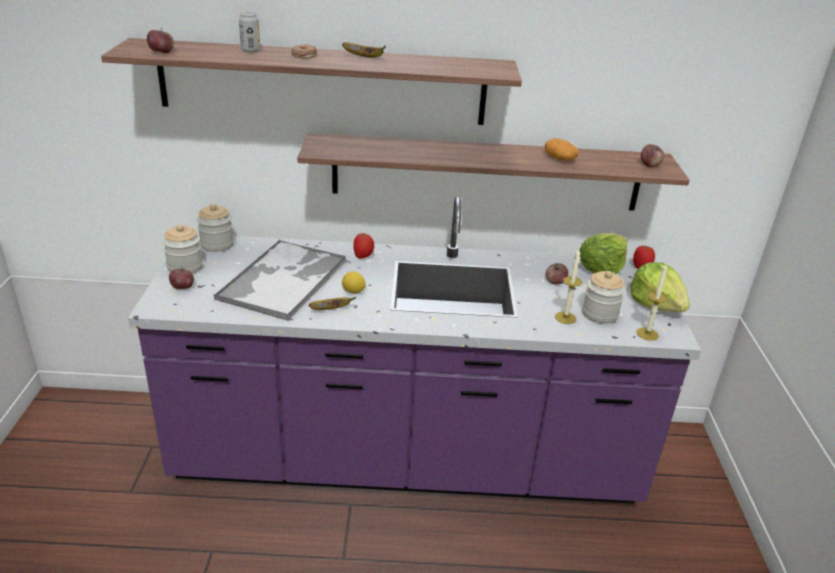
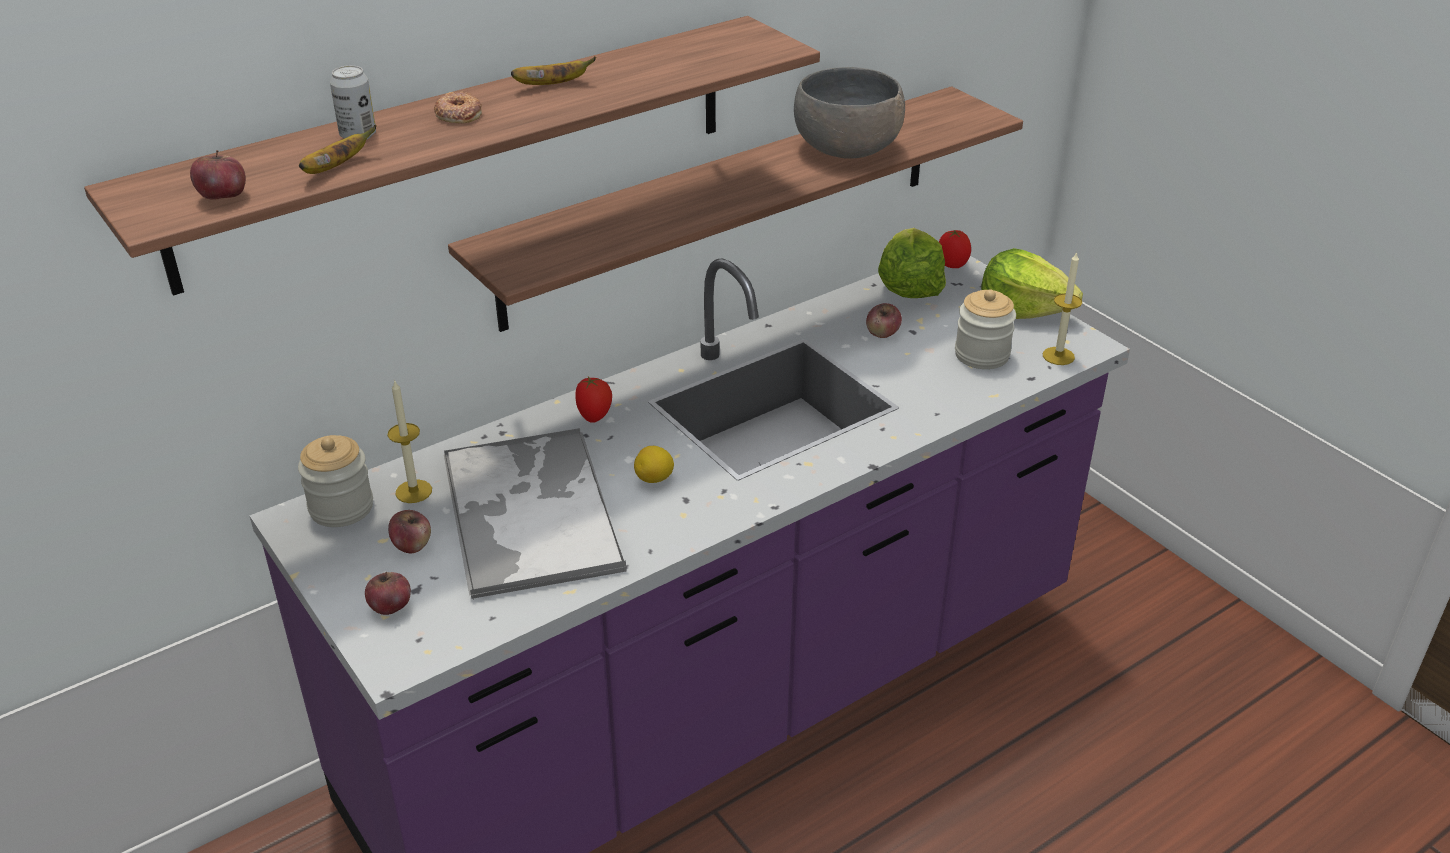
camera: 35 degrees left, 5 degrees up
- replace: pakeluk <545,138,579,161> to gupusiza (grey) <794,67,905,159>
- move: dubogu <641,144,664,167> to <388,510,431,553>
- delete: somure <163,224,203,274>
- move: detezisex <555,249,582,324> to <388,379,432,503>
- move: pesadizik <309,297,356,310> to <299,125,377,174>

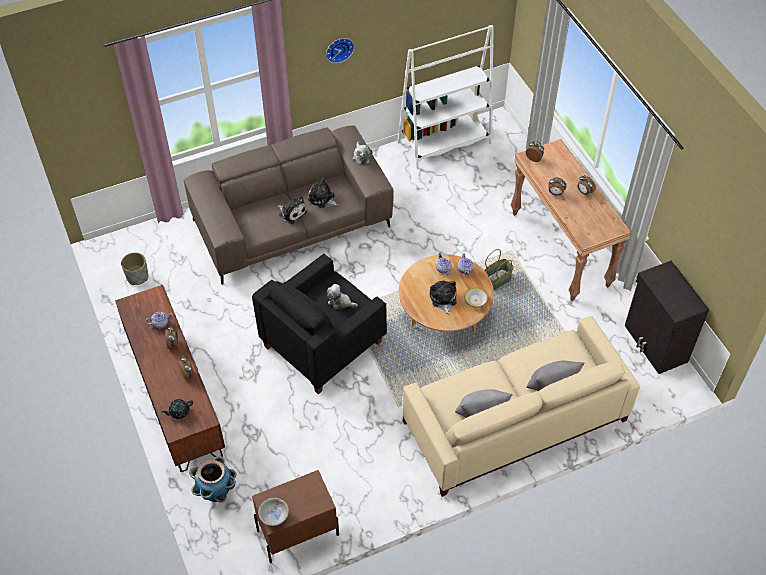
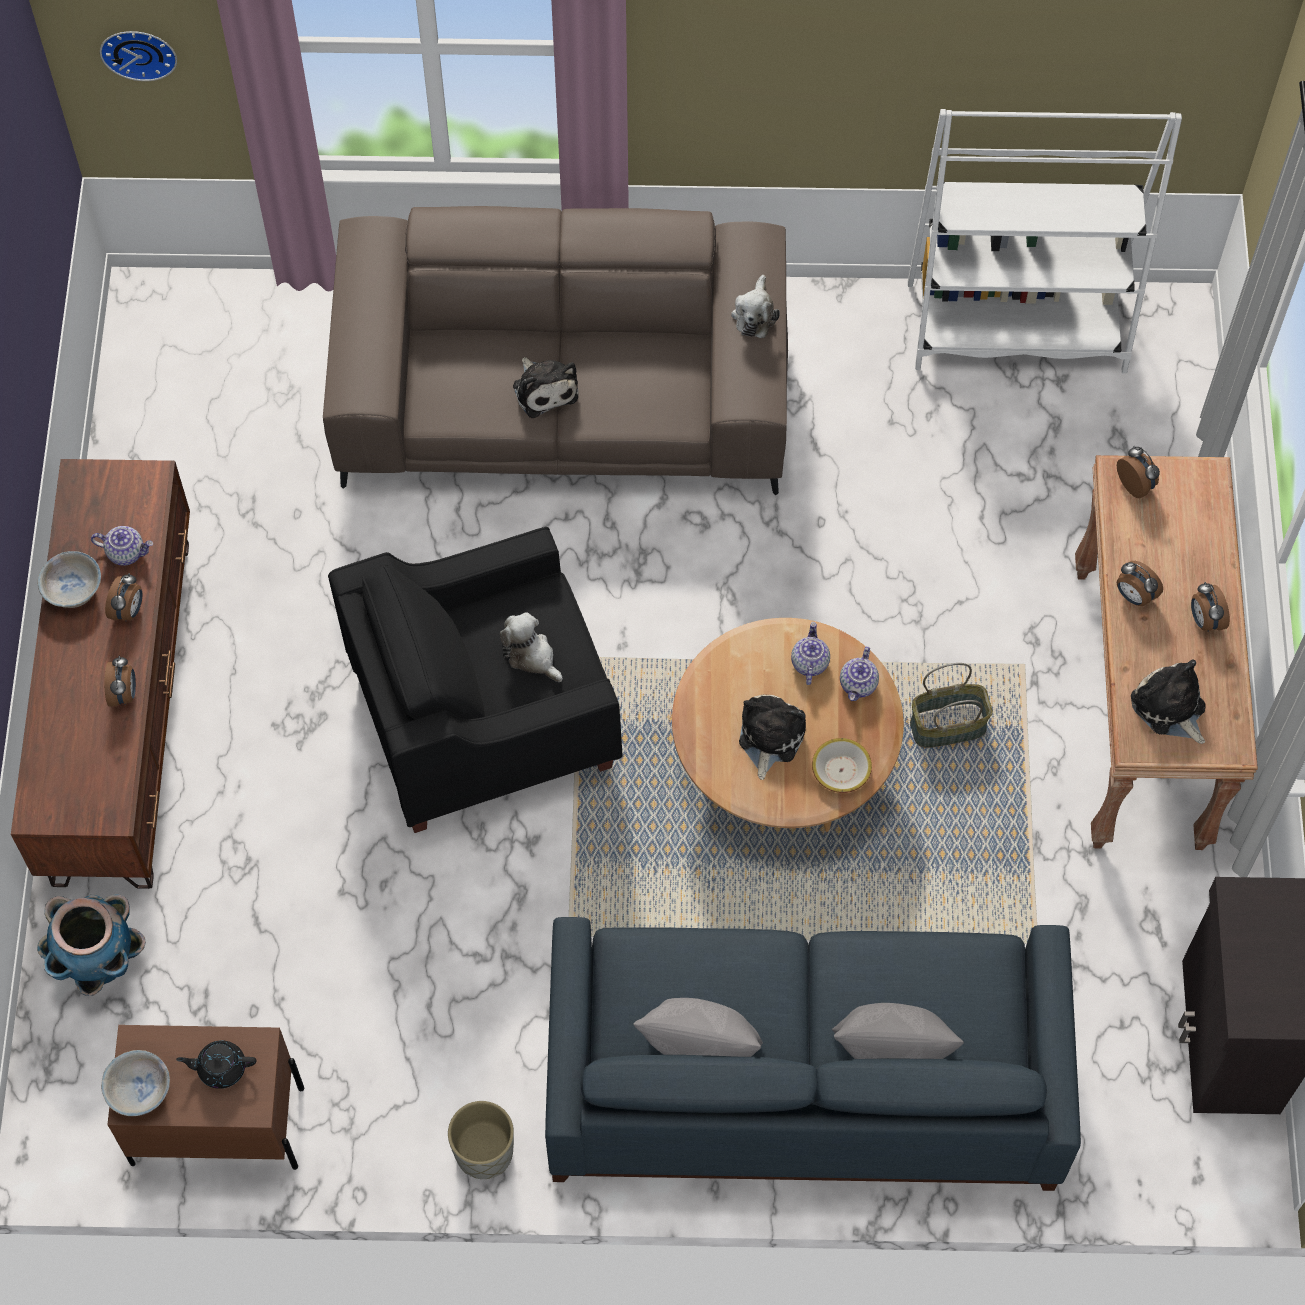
camera: 25 degrees right, 10 degrees up
- move: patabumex <326,38,354,63> to <100,31,177,81>
- move: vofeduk <308,177,339,208> to <1131,659,1206,744>
- move: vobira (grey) <121,252,148,285> to <448,1101,514,1179>
- recolor: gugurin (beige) <402,316,640,497> to gugurin (blue) <545,917,1081,1191>
- move: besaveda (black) <161,399,193,419> to <176,1040,256,1089>
- insert: gupusiza (white) <38,551,101,608>

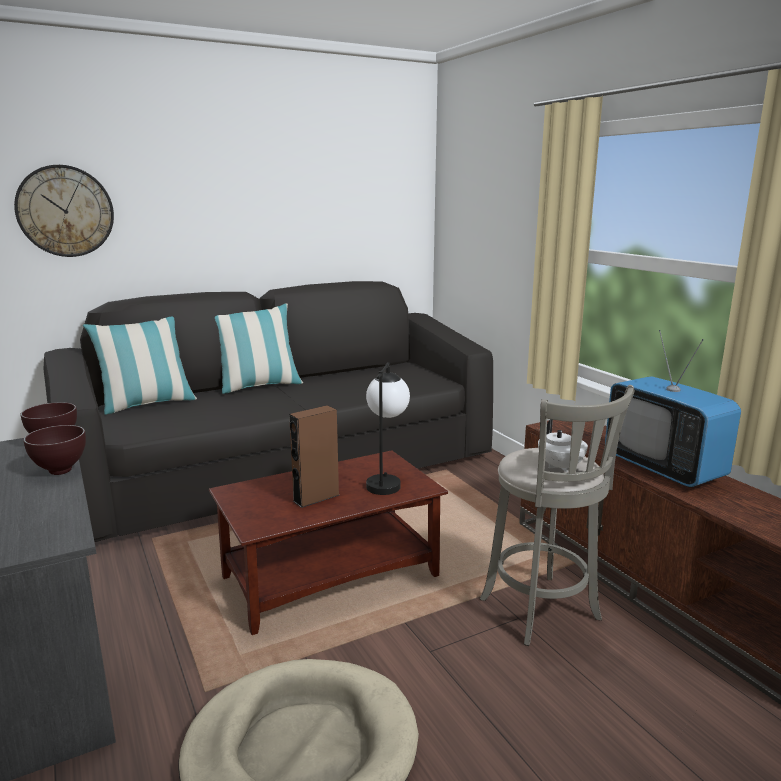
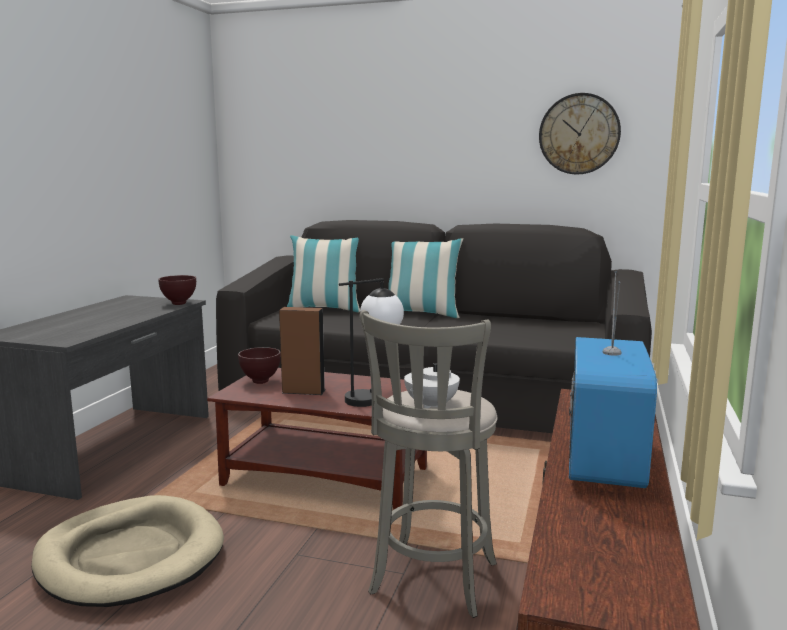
camera: 45 degrees right, 5 degrees down
- move: patabumex <14,165,114,257> to <539,93,621,175>
- move: gupusiza (brown) <23,425,86,475> to <238,347,281,384>

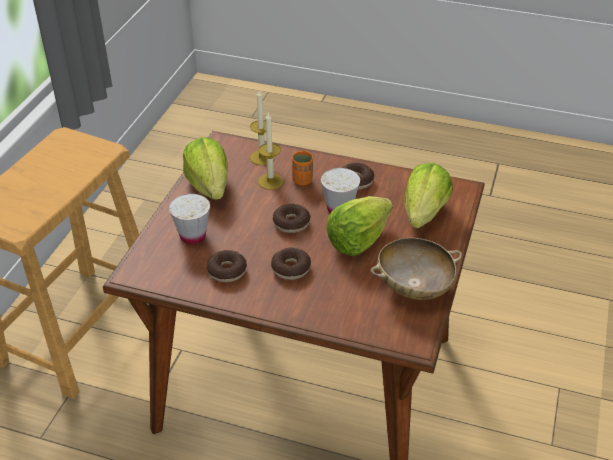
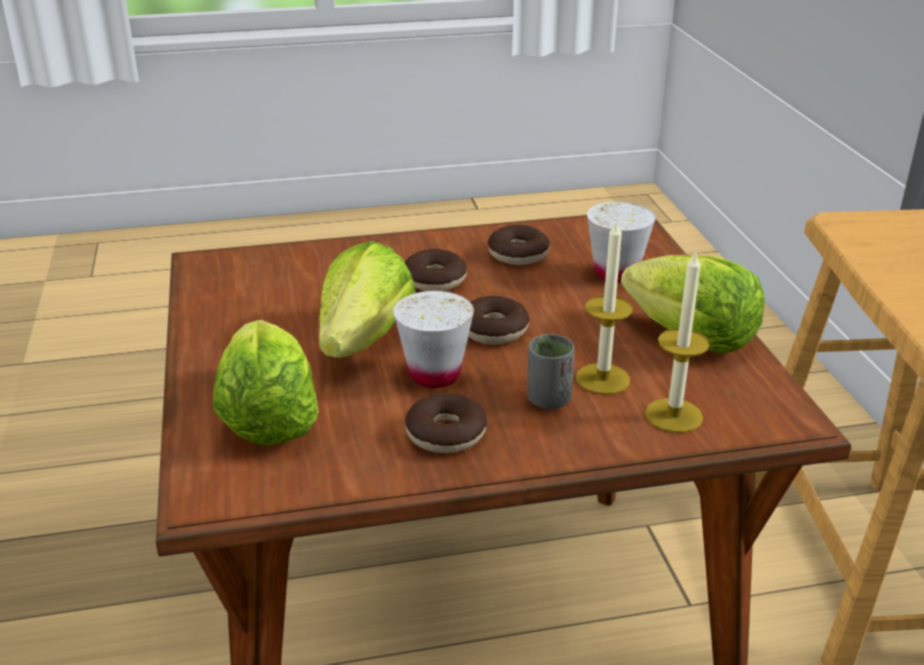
camera: 150 degrees right, 10 degrees down
- recolor: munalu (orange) <292,151,313,185> to munalu (grey) <527,334,574,409>
- delete: gupusiza (beige) <370,238,462,300>

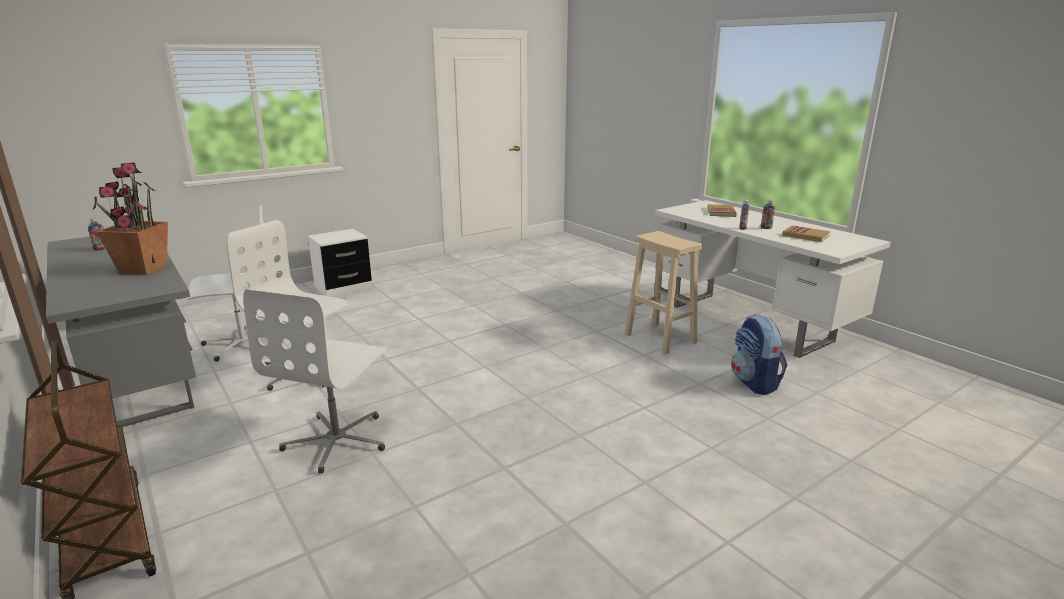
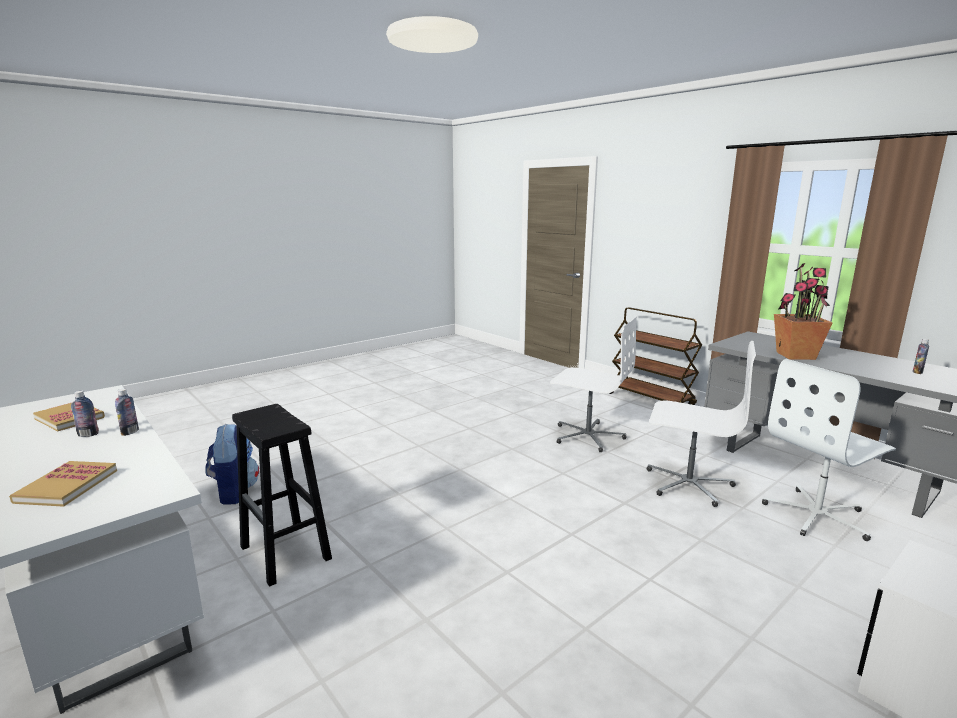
camera: 175 degrees right, 5 degrees down
- recolor: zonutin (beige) <625,231,703,355> to zonutin (black) <232,404,332,587>
- rotate: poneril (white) <243,289,387,473> = <550,316,637,452> 105 degrees clockwise

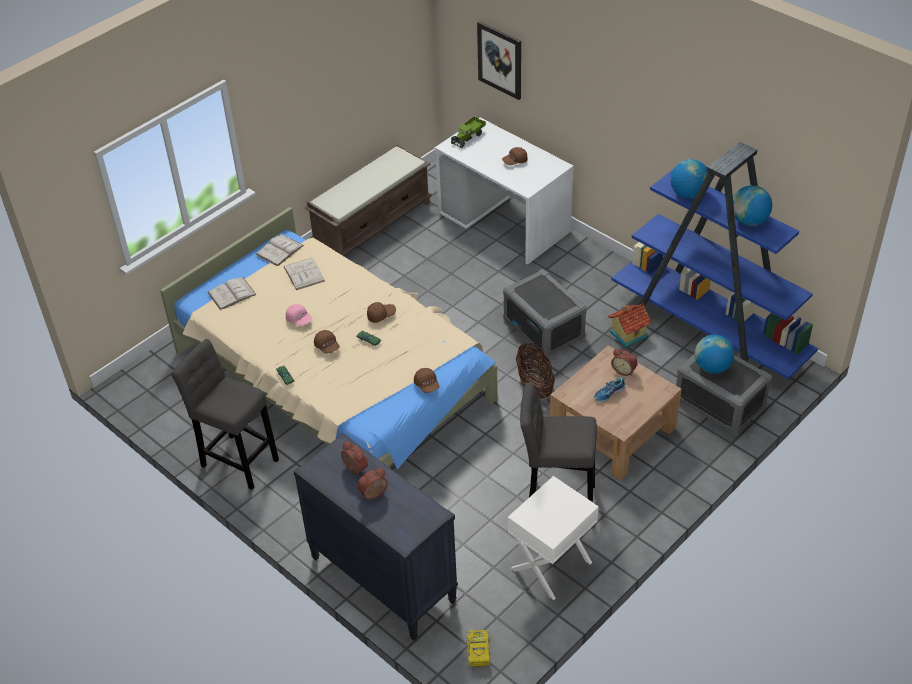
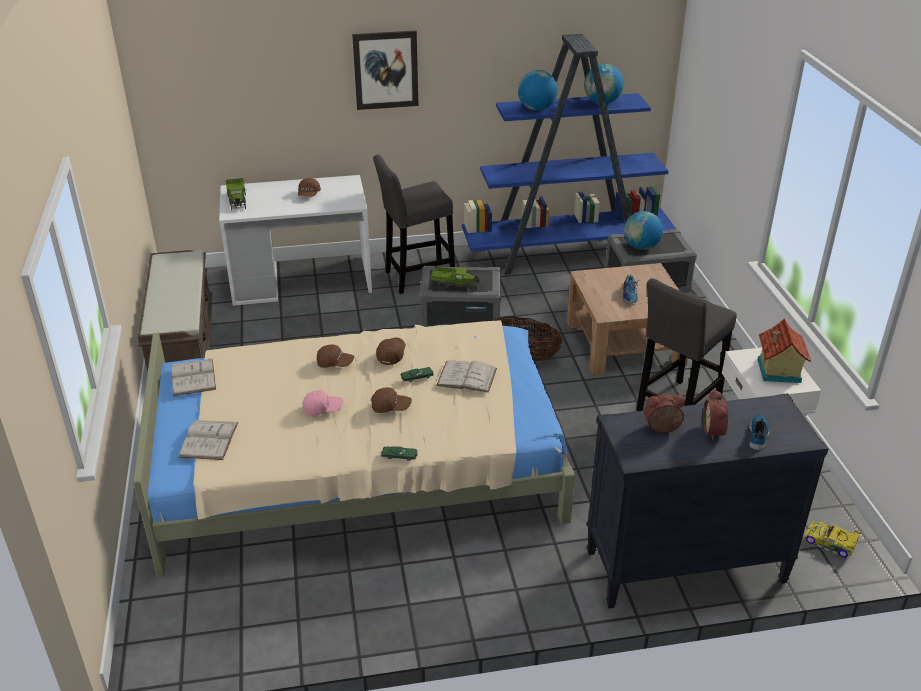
camera: 55 degrees left, 10 degrees down
- move: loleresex <477,21,521,100> to <352,31,419,110>
- move: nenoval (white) <284,258,325,290> to <436,361,497,393>
- move: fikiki <608,303,652,347> to <758,318,811,383>
- move: zonutin (grey) <171,339,279,490> to <373,155,455,294>
- delete: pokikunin <611,349,638,376>
- move: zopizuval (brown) <414,368,440,393> to <317,344,354,368>
- insert: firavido <431,267,480,292>
- insert: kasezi <750,414,770,450>

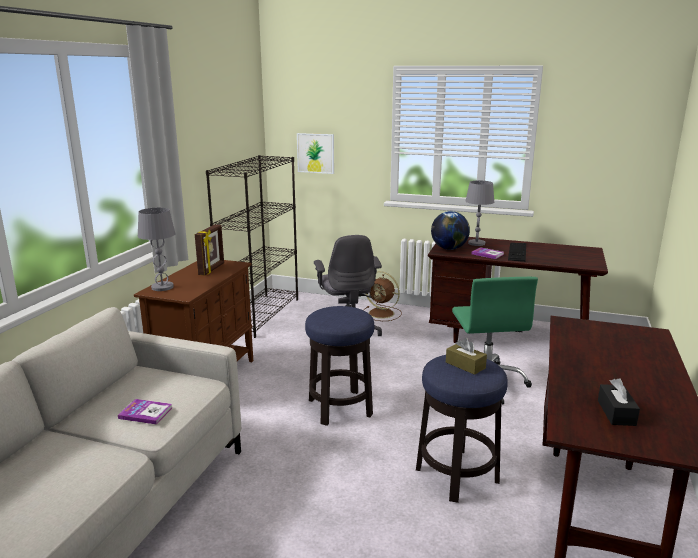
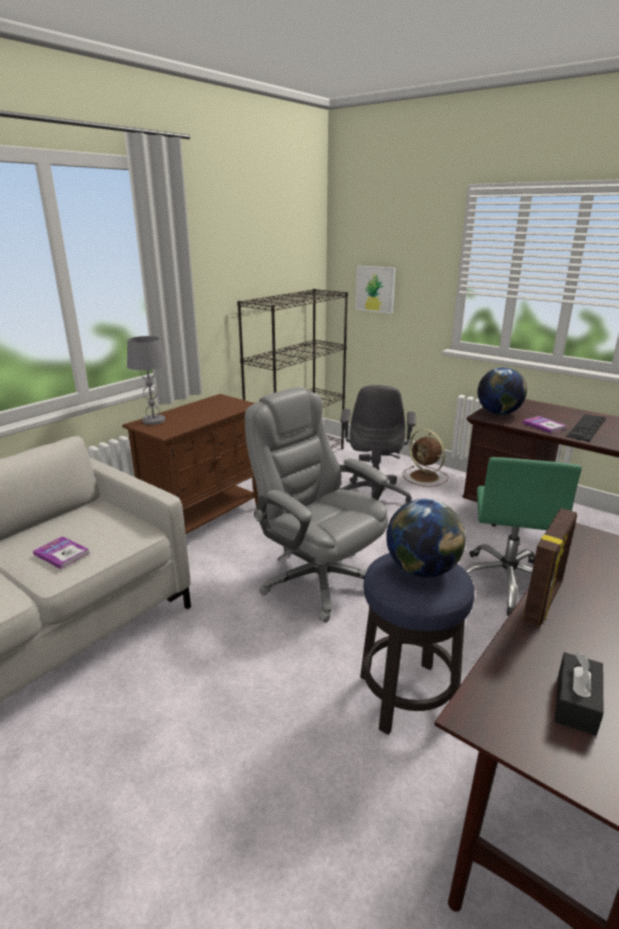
camera: 20 degrees right, 5 degrees up
- delete: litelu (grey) <466,180,494,246>
- move: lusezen <195,224,224,275> to <522,508,577,627>
- replace: zonutin <305,306,374,426> to poneril (grey) <245,387,388,623>
- replace: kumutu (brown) <446,338,487,375> to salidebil <386,499,466,577>

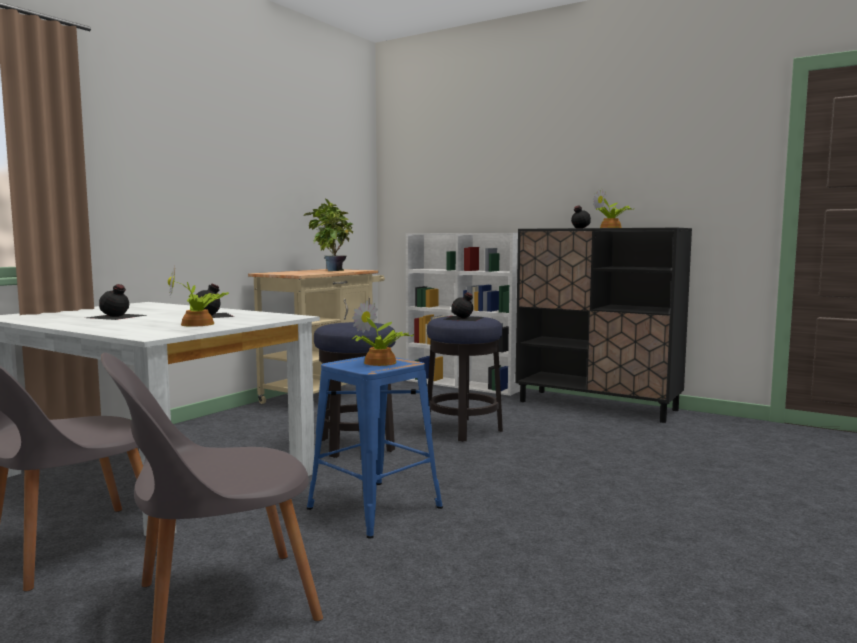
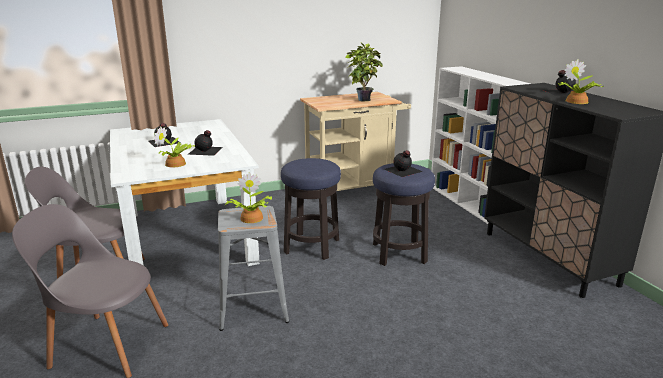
camera: 35 degrees right, 15 degrees up
- recolor: zonutin (blue) <307,356,443,539> to zonutin (grey) <218,206,289,331>

